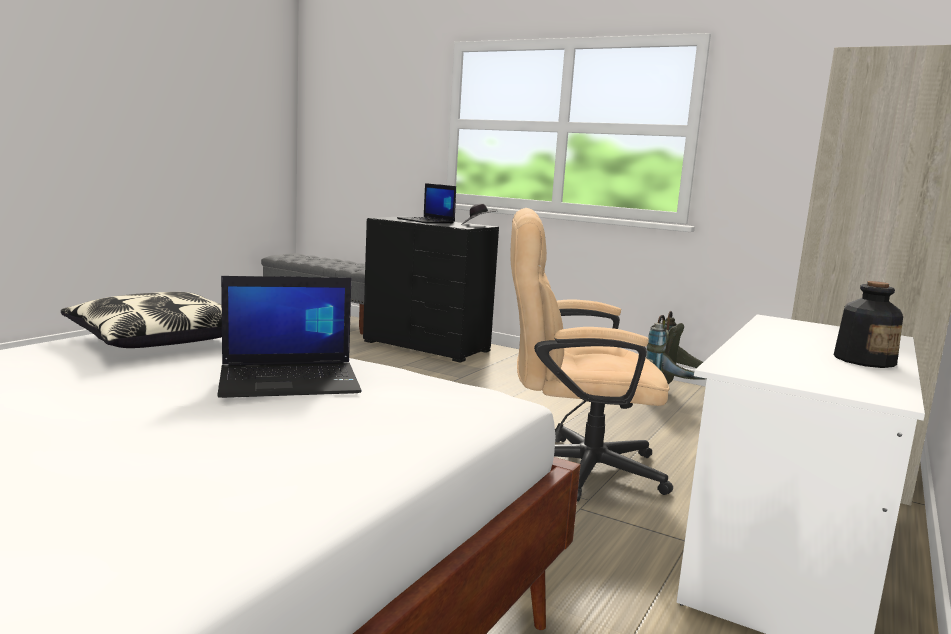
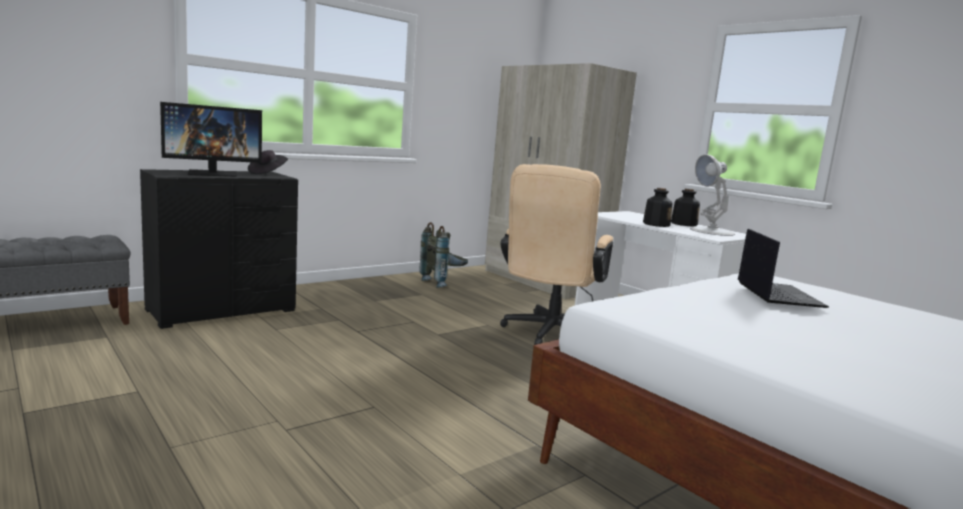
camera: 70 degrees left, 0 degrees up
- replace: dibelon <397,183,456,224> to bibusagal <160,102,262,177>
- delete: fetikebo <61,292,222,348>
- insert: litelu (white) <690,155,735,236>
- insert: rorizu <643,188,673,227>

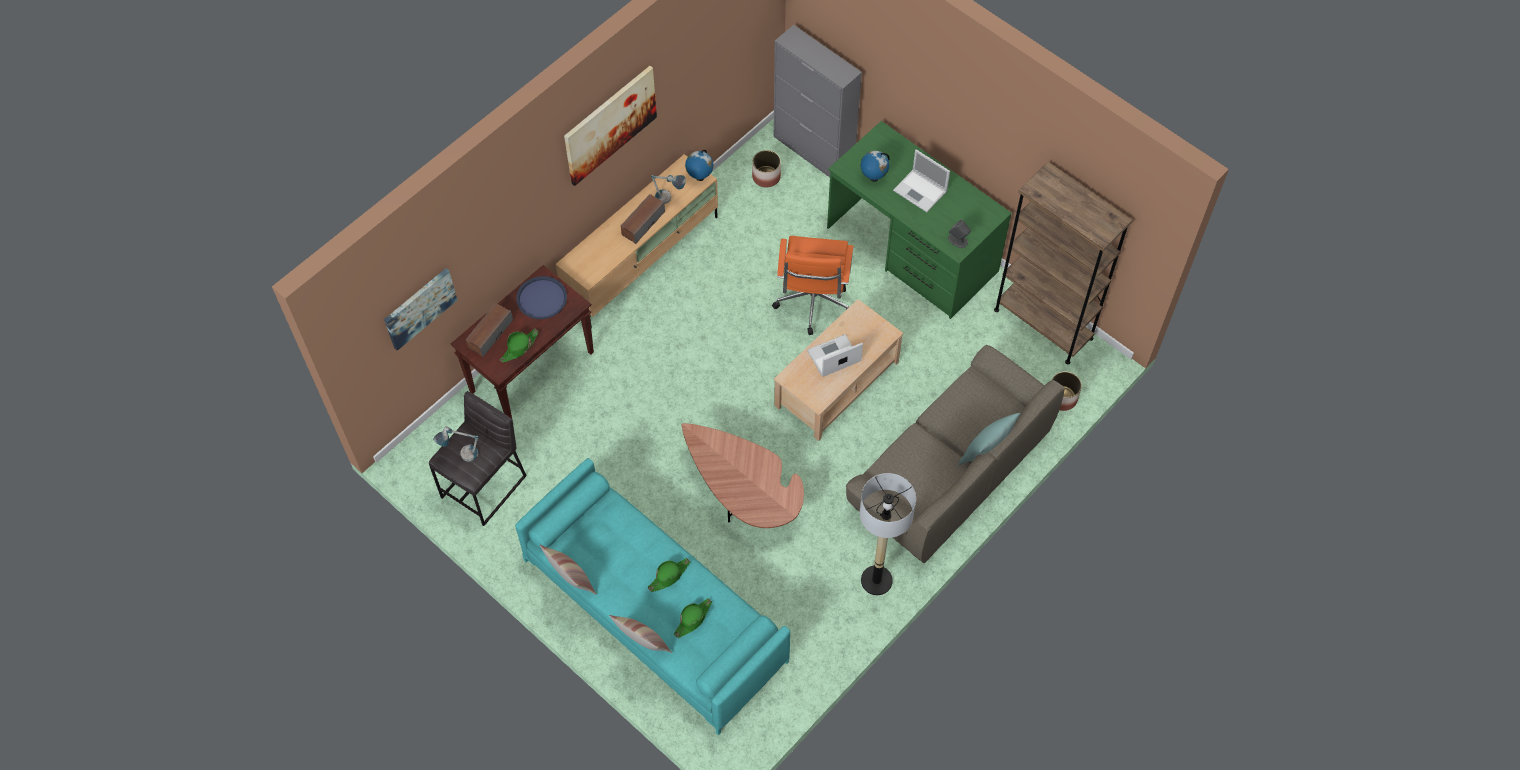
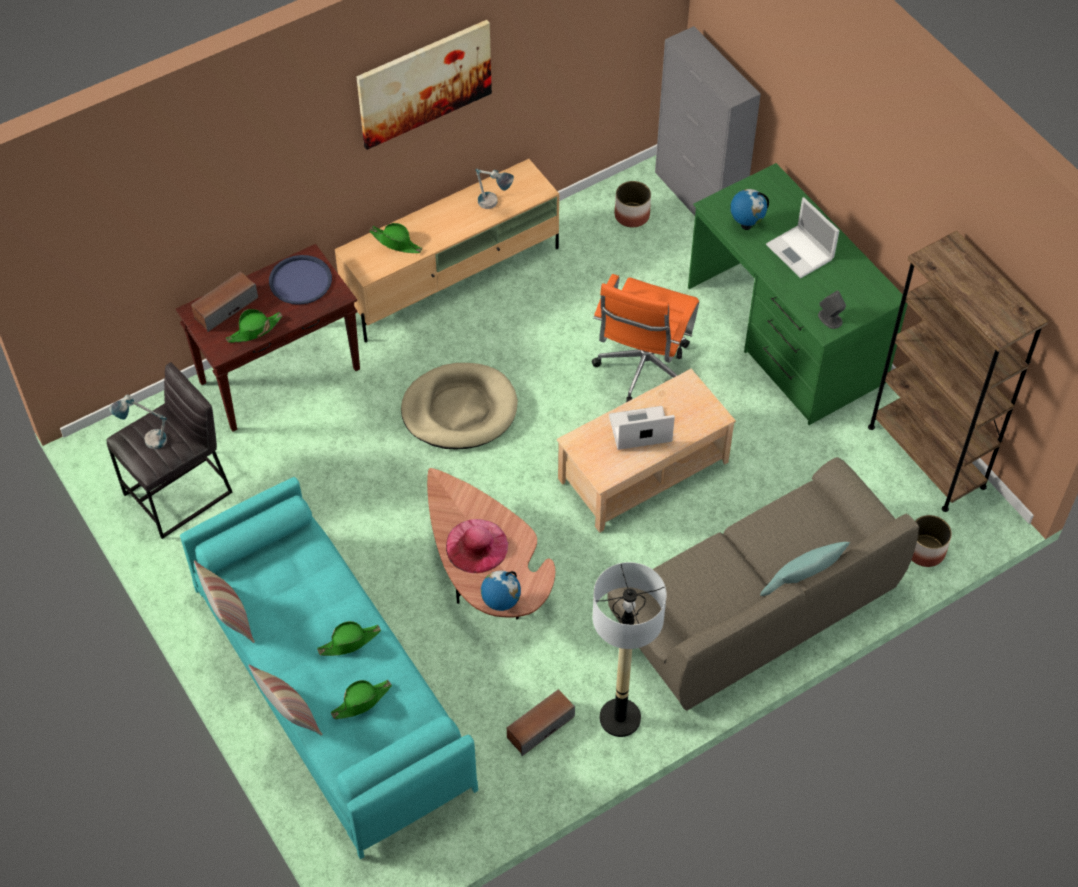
camera: 15 degrees right, 5 degrees down
- move: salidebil <685,150,714,181> to <481,570,521,611>
- move: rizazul <621,194,665,244> to <507,689,575,756>
- delete: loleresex <384,268,457,351>
- insert: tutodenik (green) <369,223,422,253>
- insert: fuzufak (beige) <401,363,518,449>
- insert: tutodenik (pink) <446,519,508,573>

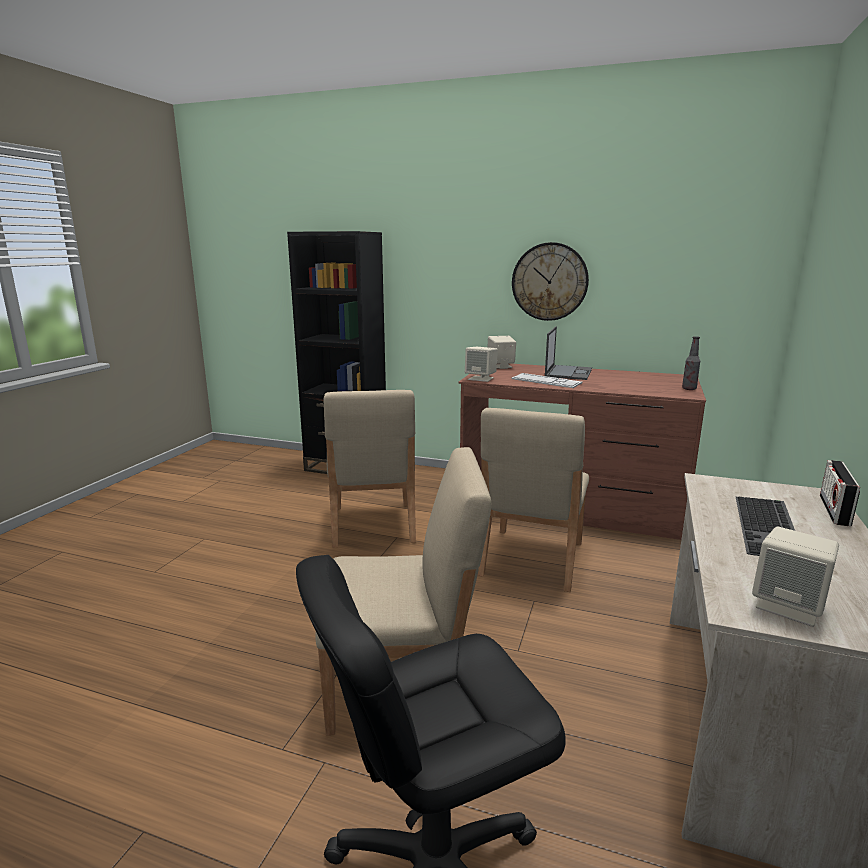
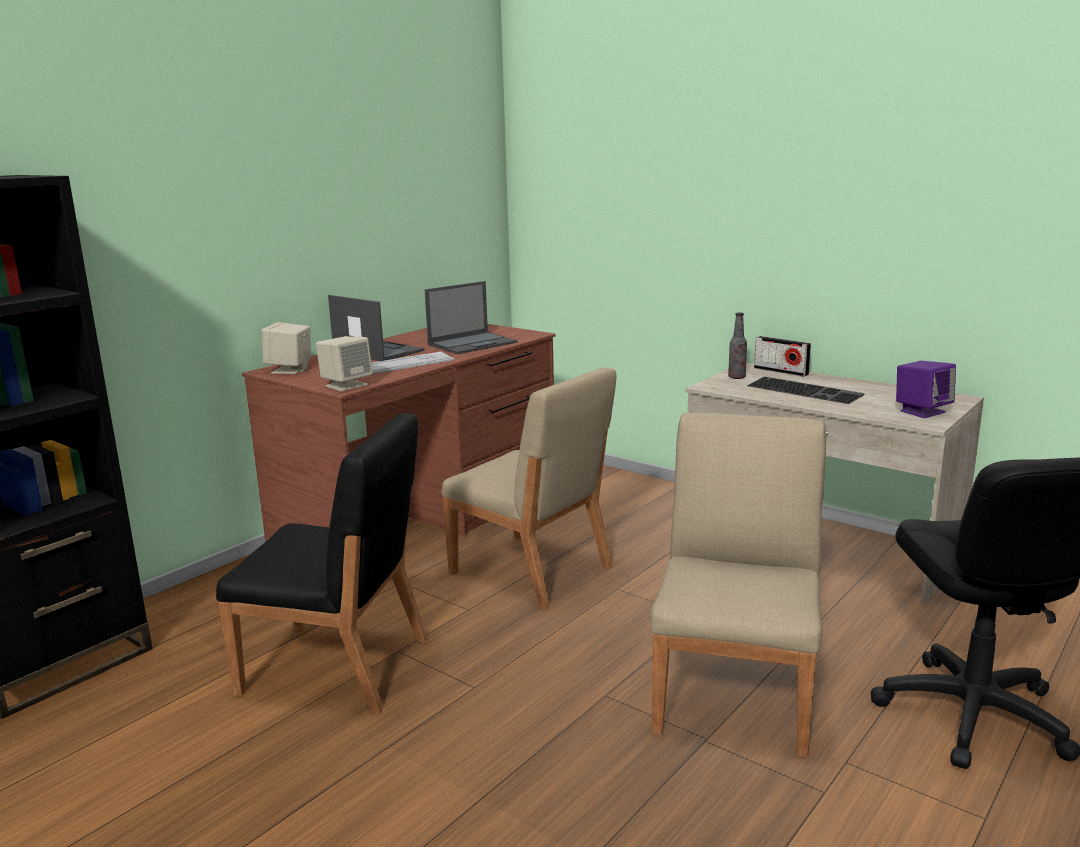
camera: 70 degrees left, 0 degrees up
- delete: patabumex <512,242,589,321>
- move: rorizu <682,336,700,390> to <728,313,747,379>
- recolor: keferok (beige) <323,390,416,548> to keferok (black) <216,413,428,713>
- recolor: rizazul (beige) <752,527,839,627> to rizazul (purple) <896,361,956,418>
- insert: dibelon <425,281,518,354>

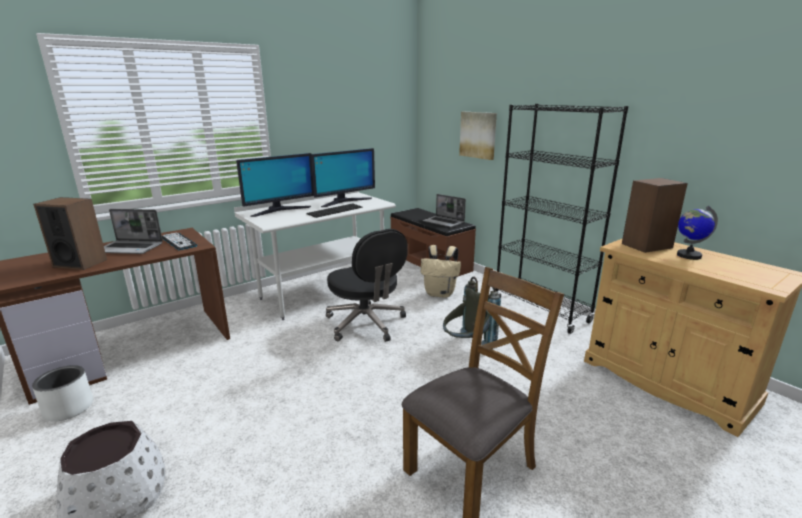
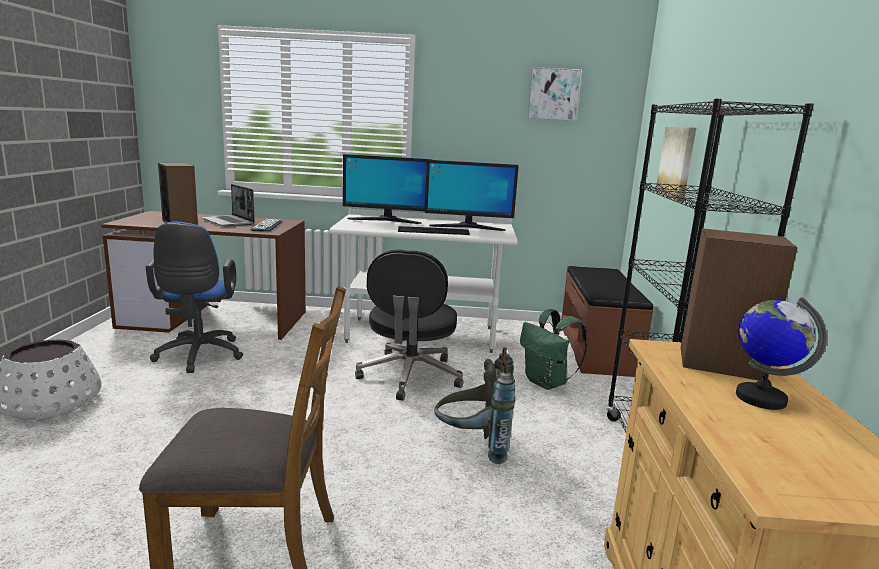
camera: 40 degrees right, 5 degrees down
- delete: dibelon <423,194,466,227>
- recolor: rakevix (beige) <421,245,461,298> to rakevix (green) <520,309,587,390>
- delete: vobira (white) <32,365,93,422>
- insert: loleresex <528,67,582,121>
- insert: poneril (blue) <146,222,243,373>

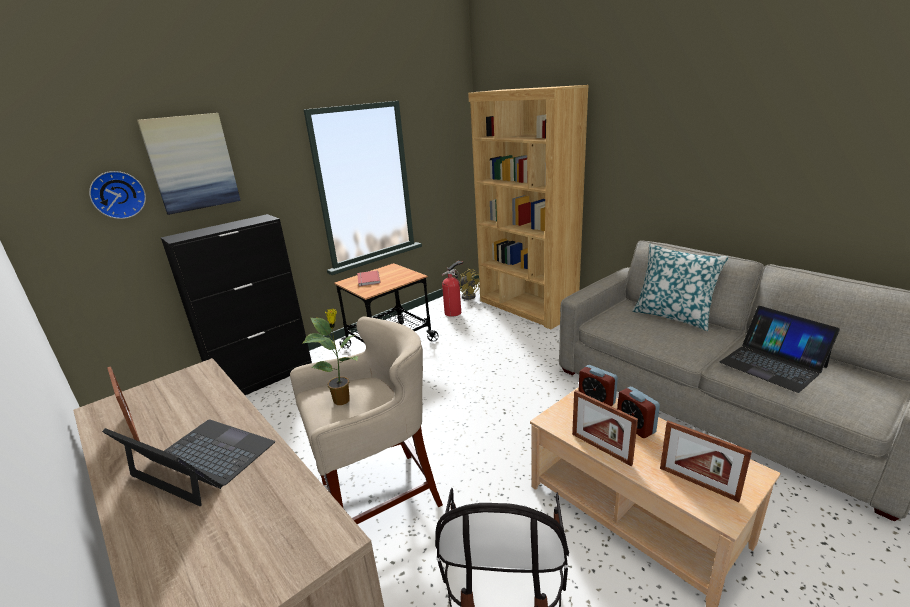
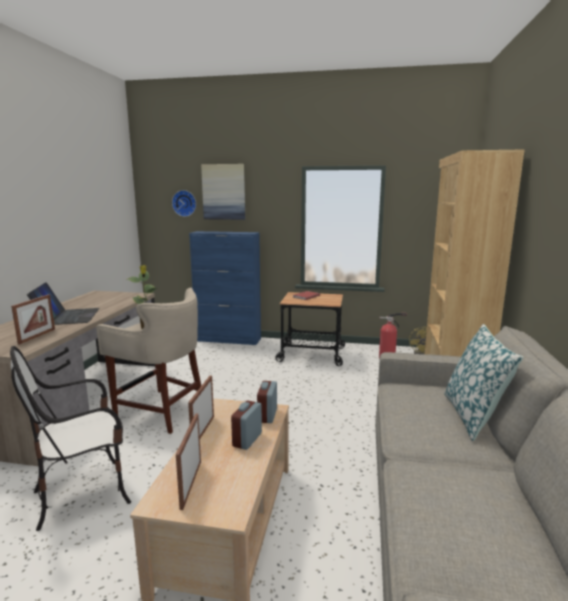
camera: 50 degrees right, 10 degrees down
- recolor: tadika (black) <161,214,312,395> to tadika (blue) <189,231,261,345>
- delete: dibelon <720,306,840,393>
- move: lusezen <107,366,140,442> to <11,294,55,345>

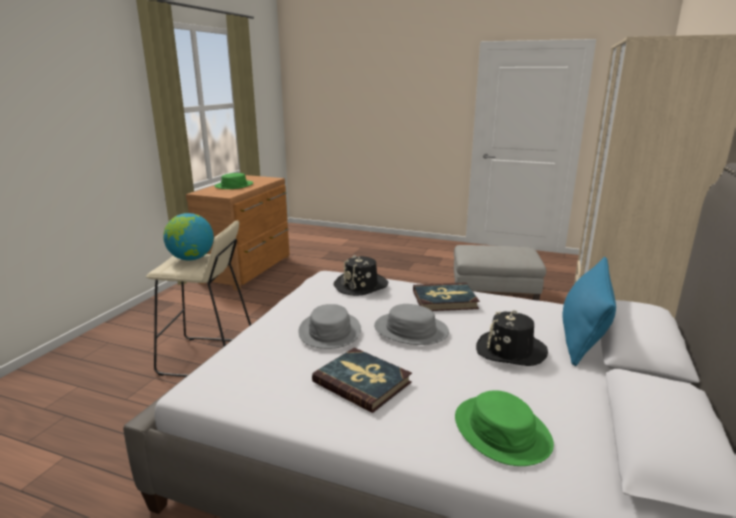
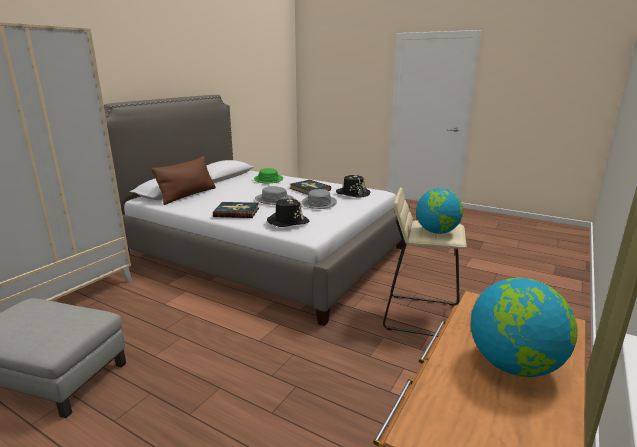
camera: 170 degrees left, 0 degrees up
- replace: tutodenik (green) <214,173,253,189> to salidebil <470,278,578,377>
- recolor: fetikebo (blue) <562,257,616,366> to fetikebo (brown) <151,156,216,205>
- move: tutodenik (black) <476,310,548,366> to <336,174,371,198>

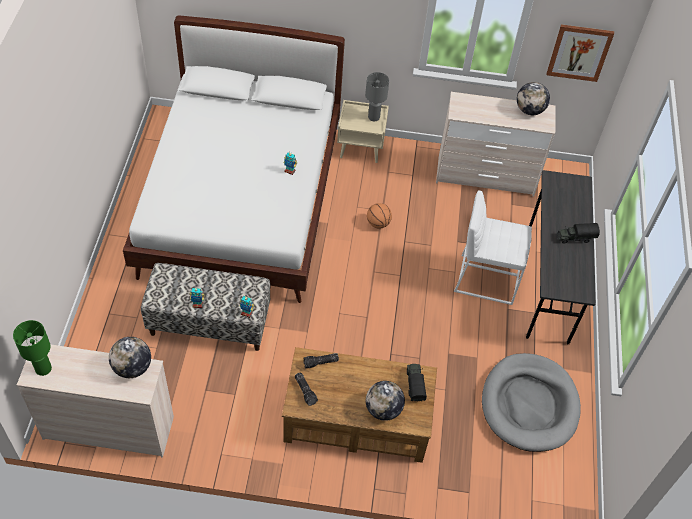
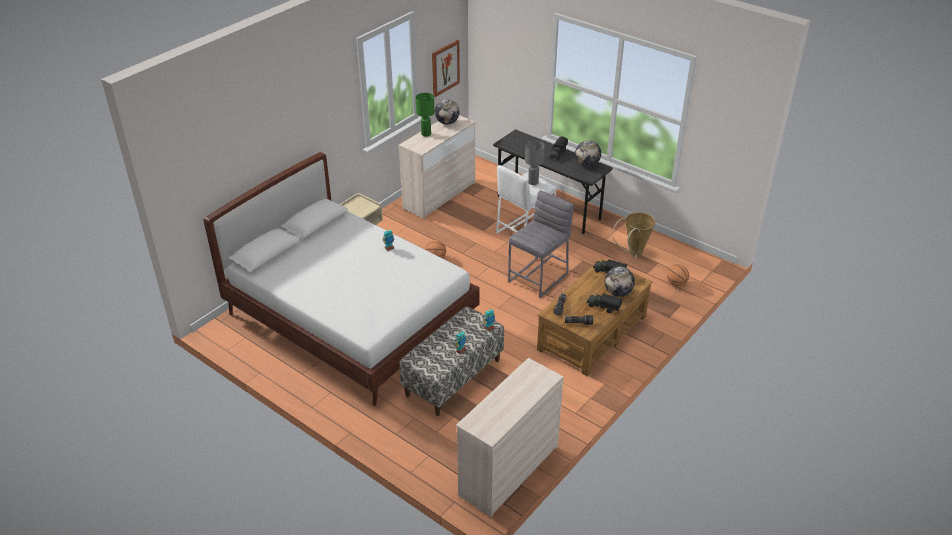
camera: 55 degrees left, 15 degrees down
- move: litelu (grey) <365,72,389,122> to <525,141,545,185>
- move: litelu (green) <13,320,52,376> to <416,93,435,137>
- move: salidebil <109,337,151,378> to <575,140,601,167>
- replace: fuzufak (grey) <482,353,581,452> to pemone <612,212,655,258>
- insert: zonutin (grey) <508,191,574,298>
- insert: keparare <667,265,689,286>
- insert: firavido <587,293,622,313>

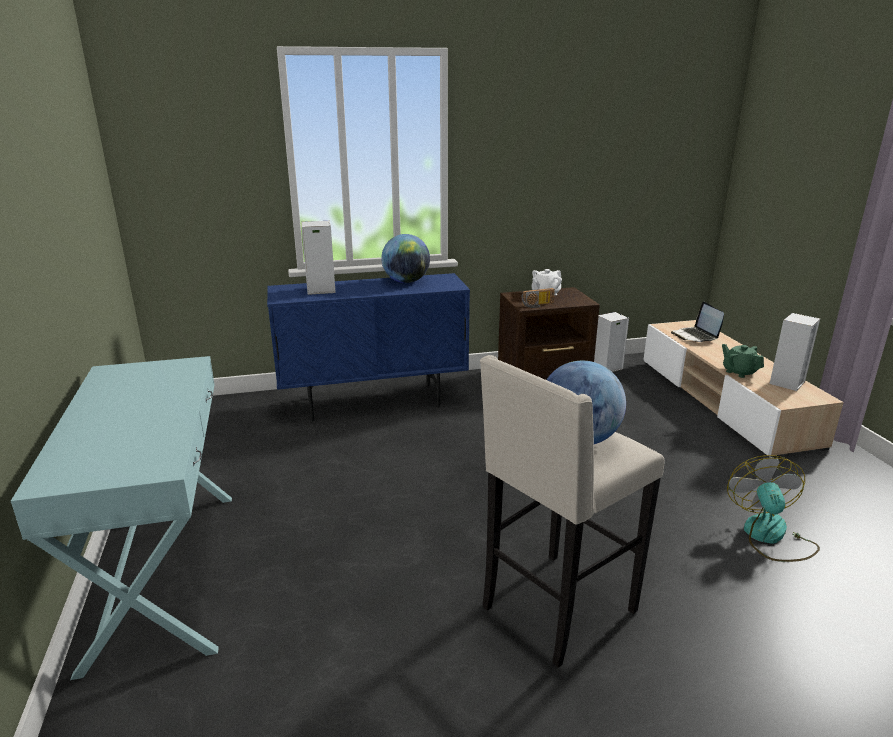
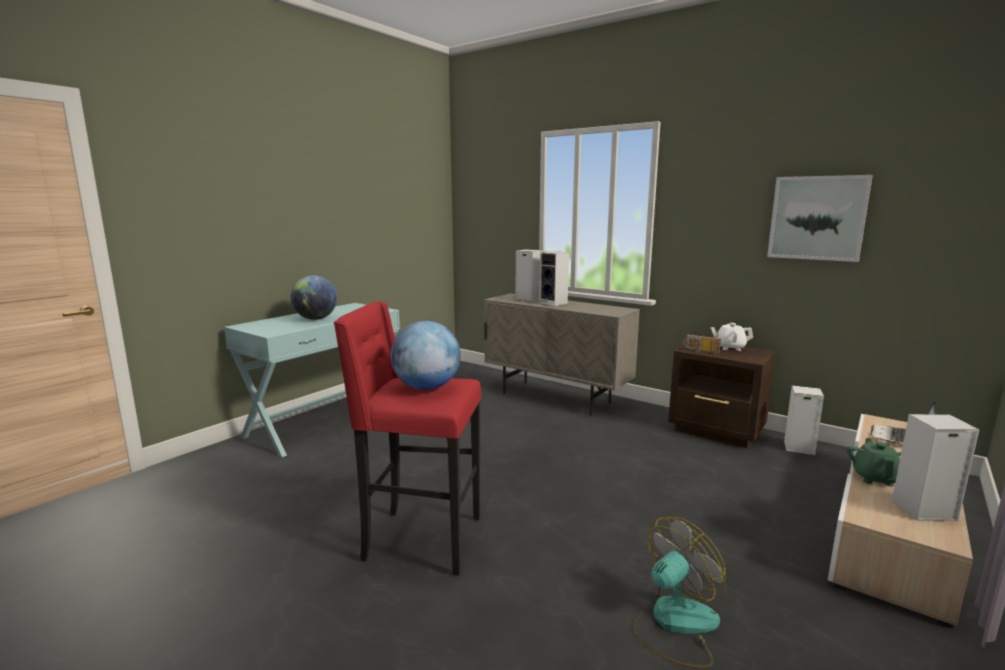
camera: 50 degrees right, 10 degrees down
- move: salidebil <381,234,430,283> to <291,276,337,320>
- recolor: tadika (blue) <267,273,470,421> to tadika (beige) <484,294,640,416>
- recolor: zonutin (beige) <480,355,665,668> to zonutin (red) <334,301,482,576>
- insert: loleresex <767,175,873,262>
- insert: rizazul <539,251,569,306>

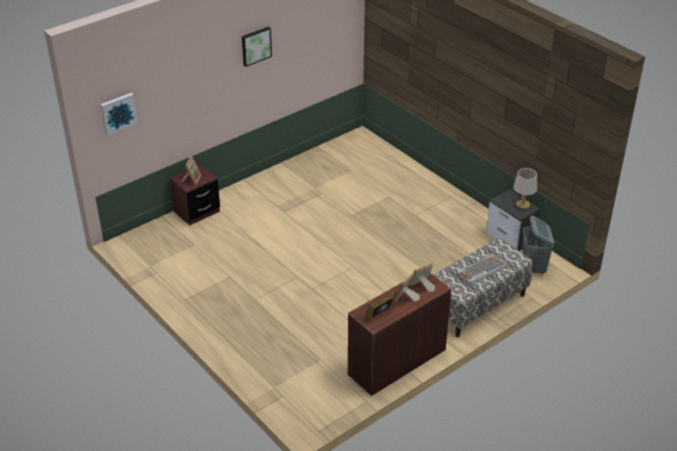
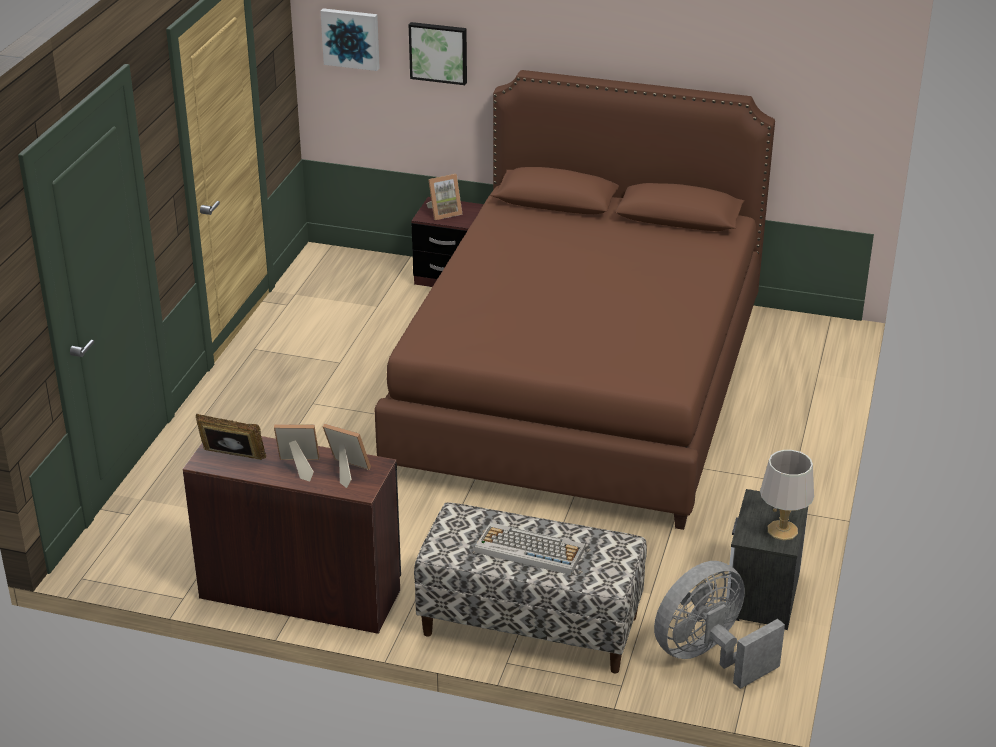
camera: 55 degrees right, 5 degrees down
- move: loleresex <242,27,272,67> to <409,22,467,85>
- replace: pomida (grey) <523,215,554,276> to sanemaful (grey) <654,561,785,689>
- insert: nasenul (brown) <374,70,775,530>

